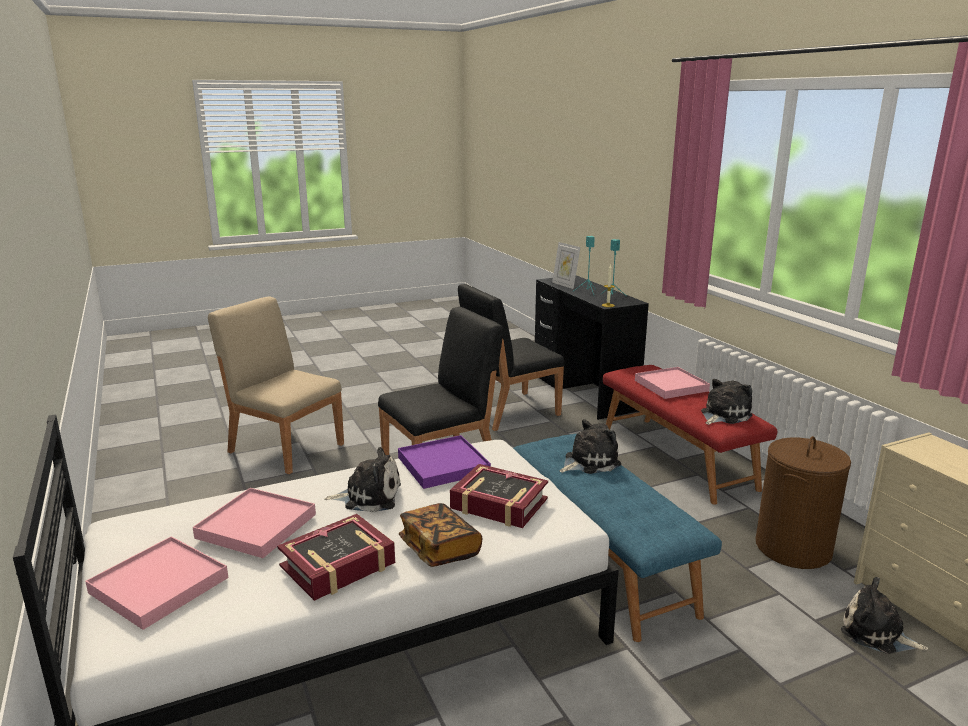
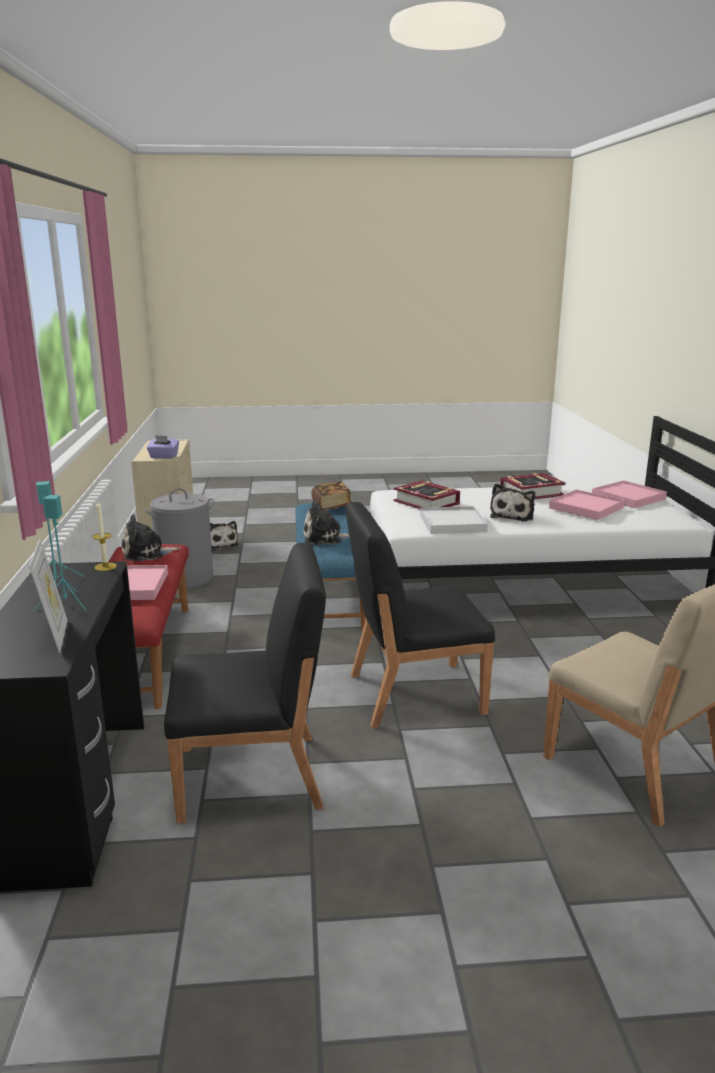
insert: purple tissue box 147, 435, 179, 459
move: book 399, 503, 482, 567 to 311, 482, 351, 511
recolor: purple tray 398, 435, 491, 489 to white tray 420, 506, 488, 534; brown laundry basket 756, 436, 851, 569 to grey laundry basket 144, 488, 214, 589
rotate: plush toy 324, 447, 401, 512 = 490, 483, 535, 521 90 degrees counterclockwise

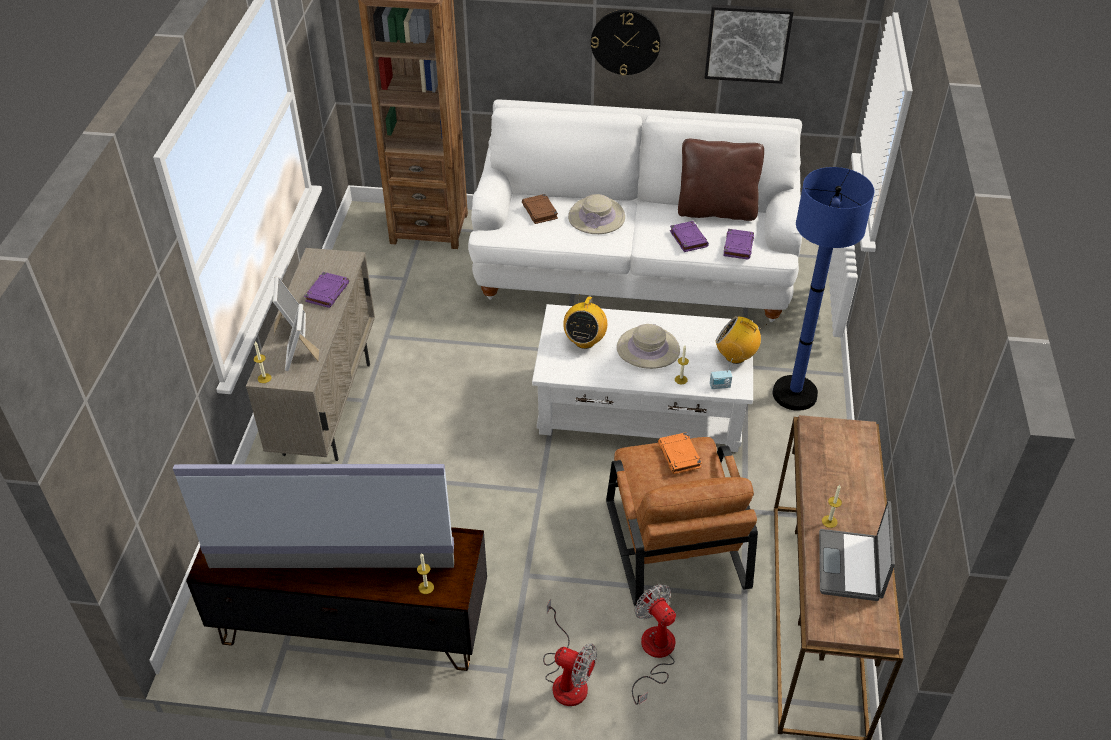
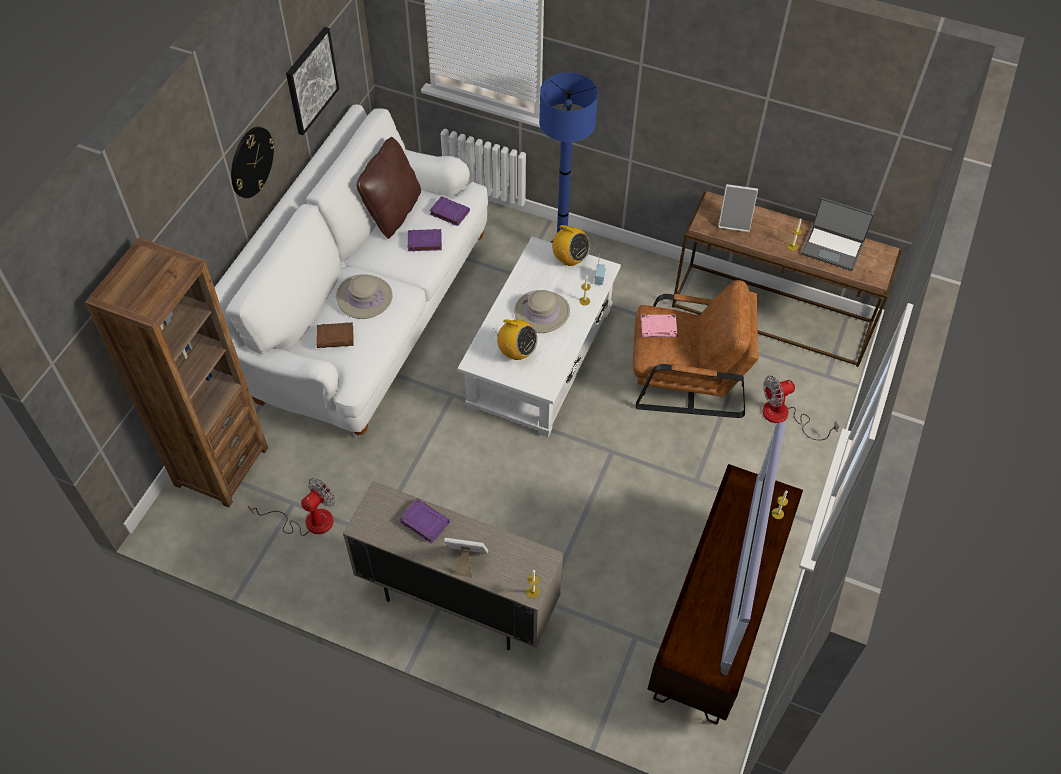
move: picture frame 285, 304, 319, 371 to 718, 184, 758, 232; fan 543, 599, 597, 706 to 248, 478, 335, 536
recolor: orange book 658, 432, 702, 474 to pink book 641, 314, 678, 338
rotate: radio 715, 316, 767, 364 = 551, 225, 590, 266 90 degrees counterclockwise

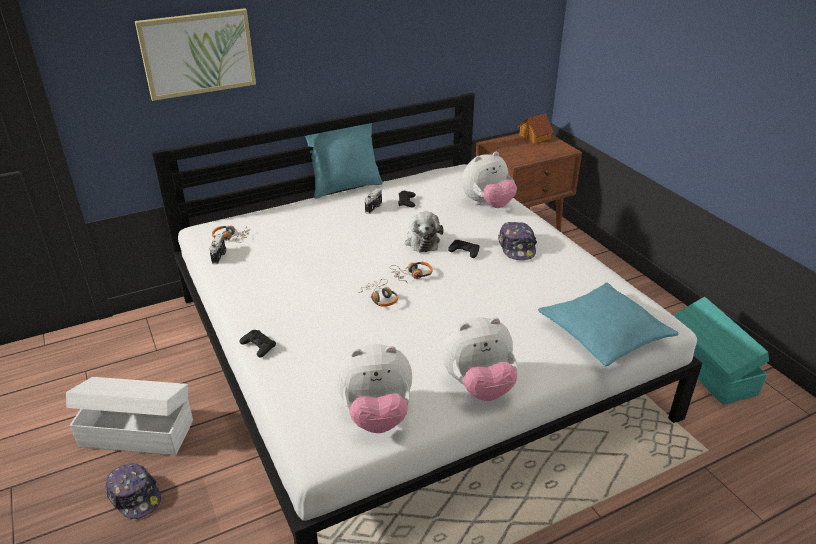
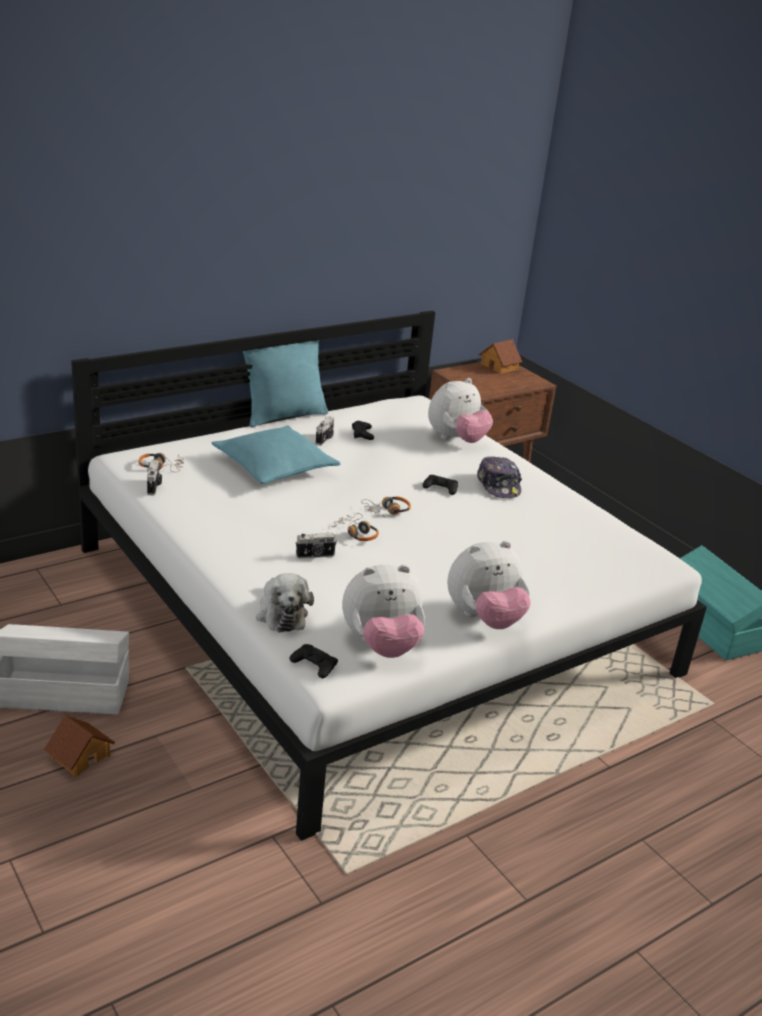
delete: picture 135, 8, 256, 101
insert: photo camera 295, 533, 337, 558
move: black game controller 239, 330, 276, 358 to 290, 644, 338, 678; plush toy 405, 212, 444, 252 to 256, 573, 314, 632; turquoise pillow 538, 283, 678, 366 to 212, 425, 340, 484
replace: cap 106, 463, 161, 519 to toy house 44, 715, 115, 777

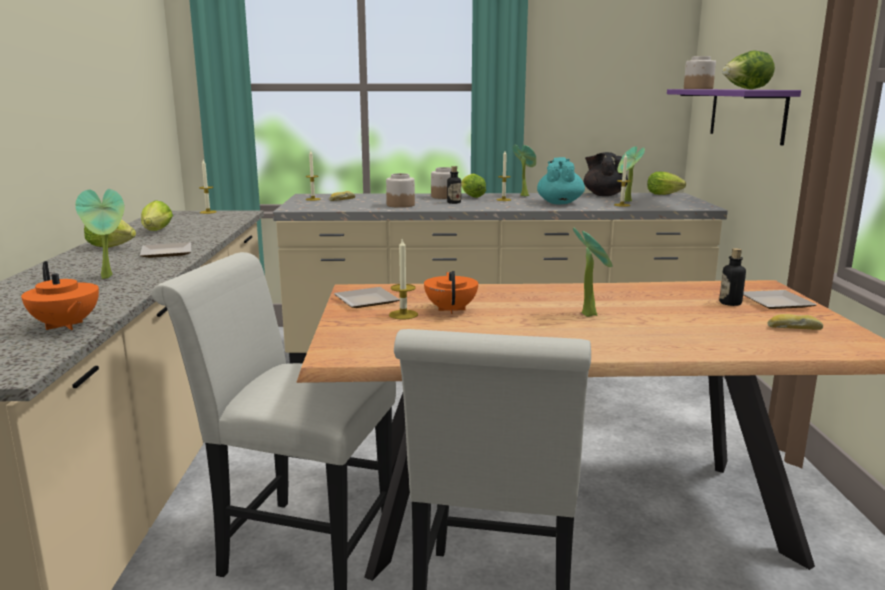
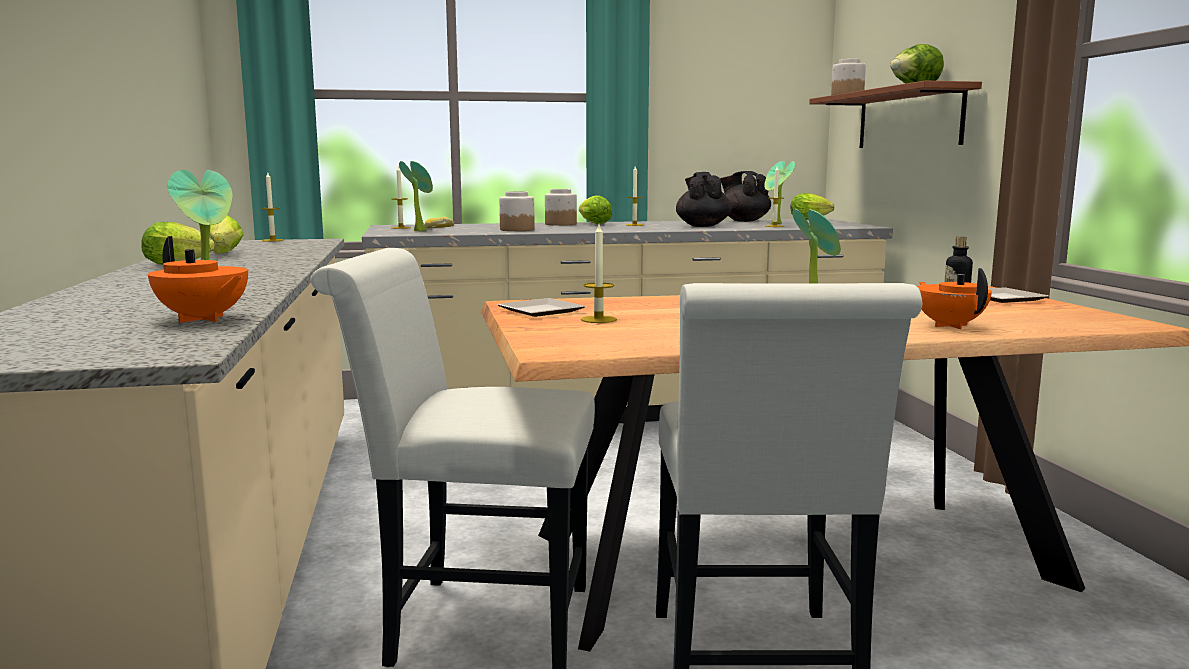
delete: plate 140, 242, 191, 258; bottle 447, 166, 461, 204; bread 767, 314, 823, 330
move: orange teapot 424, 271, 478, 314 to 917, 268, 992, 329; potted plant 512, 144, 536, 197 to 399, 161, 433, 232
recolor: turquoise teapot 537, 157, 585, 204 to black teapot 676, 172, 732, 227; purple shelf 667, 89, 801, 145 to brown shelf 809, 81, 982, 148

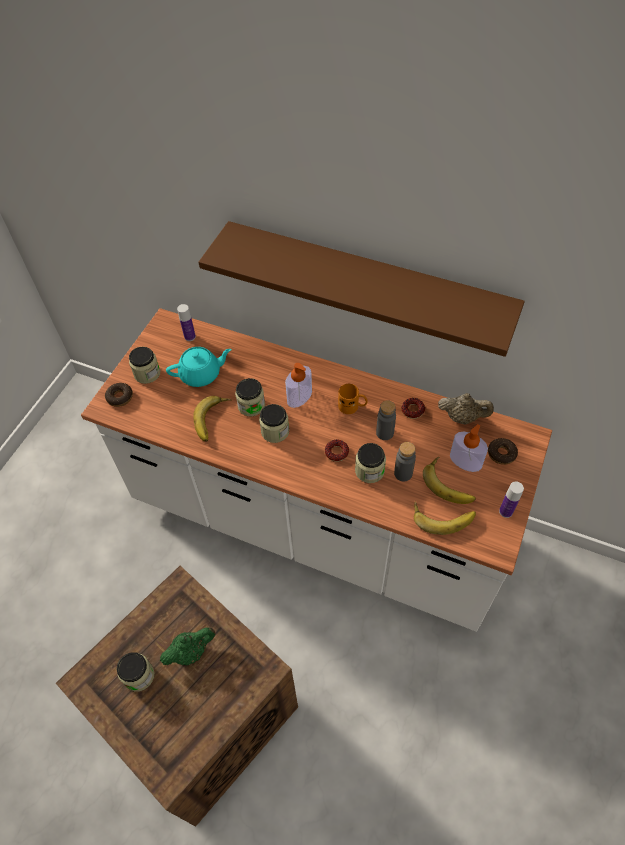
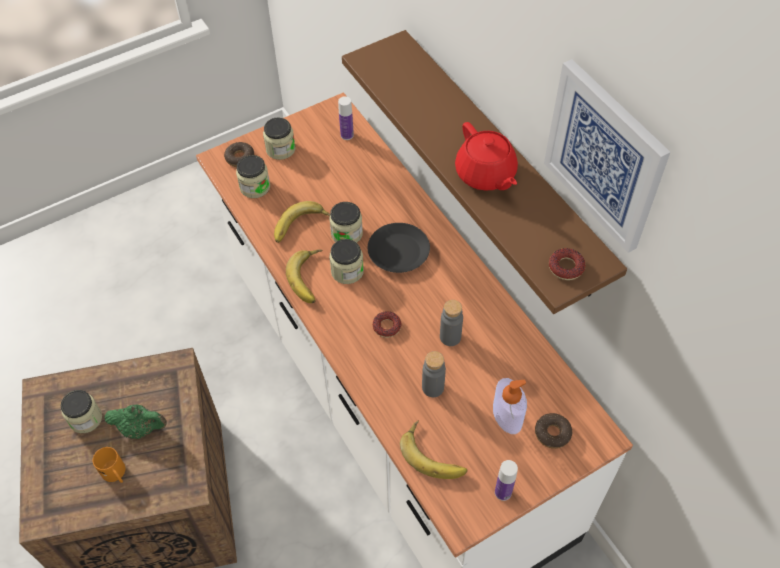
delete: turquoise teapot 166, 347, 232, 387; beige teapot 438, 393, 494, 425
insert: red teapot 455, 122, 518, 191; picture 544, 59, 671, 253
move: orange mug 338, 384, 368, 414 to 93, 447, 126, 483; jar 355, 443, 386, 483 to 236, 155, 270, 198; donut 401, 398, 425, 419 to 549, 248, 585, 280; banana 423, 457, 476, 504 to 286, 249, 323, 303
replace: soap dispenser 285, 363, 312, 408 to black plate 368, 223, 430, 273

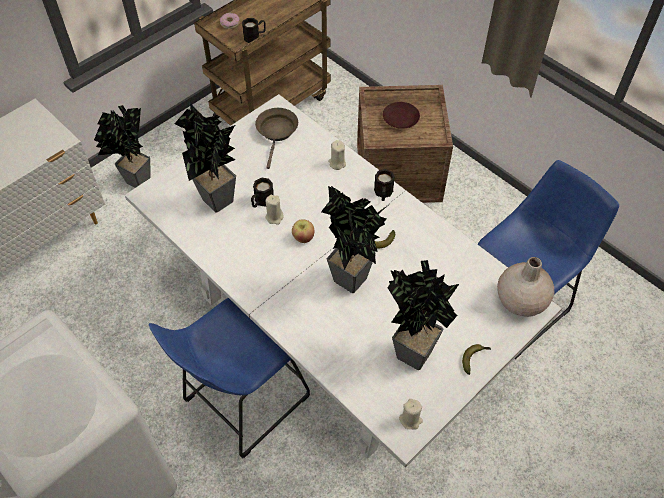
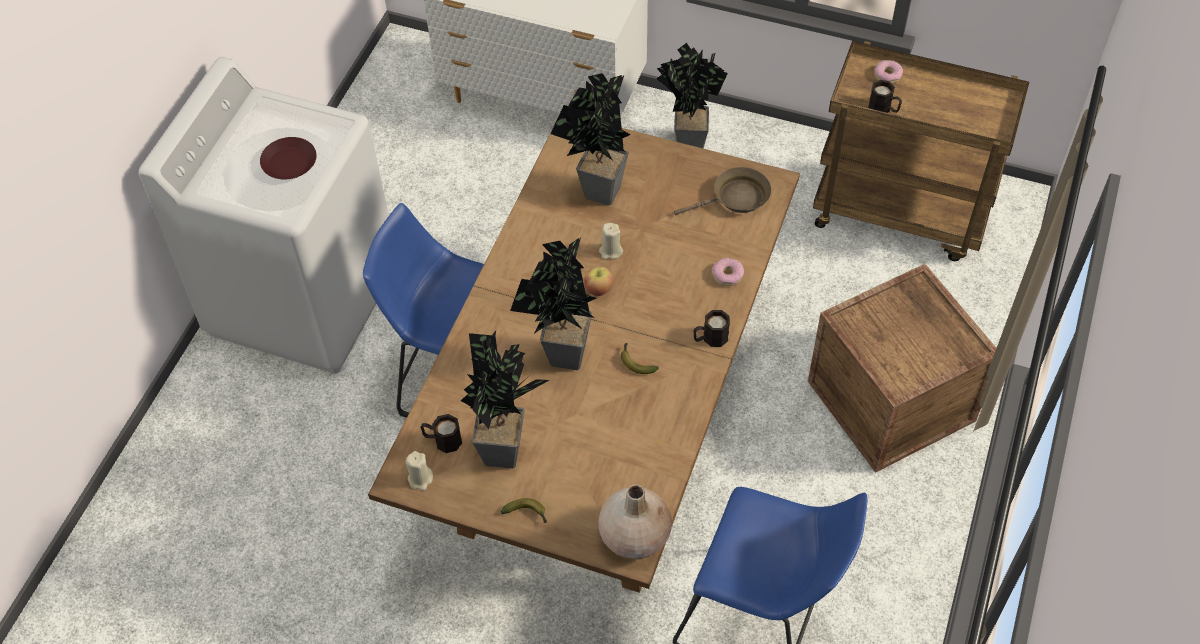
move: black mug 251, 178, 274, 208 to 421, 414, 462, 453; brown plate 383, 102, 420, 129 to 260, 137, 317, 179
replace: beige candle 328, 140, 346, 170 to donut 712, 258, 744, 286
recolor: white dining table 125, 94, 562, 468 to brown dining table 368, 128, 800, 593

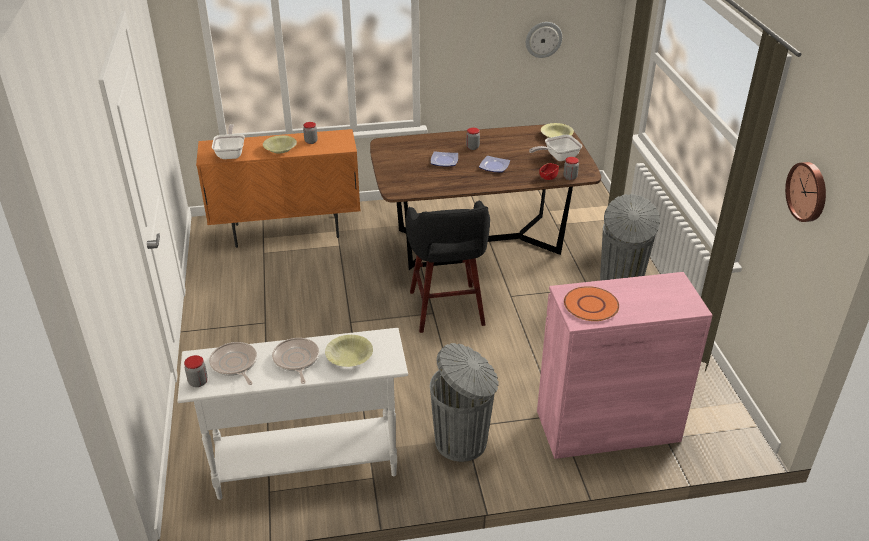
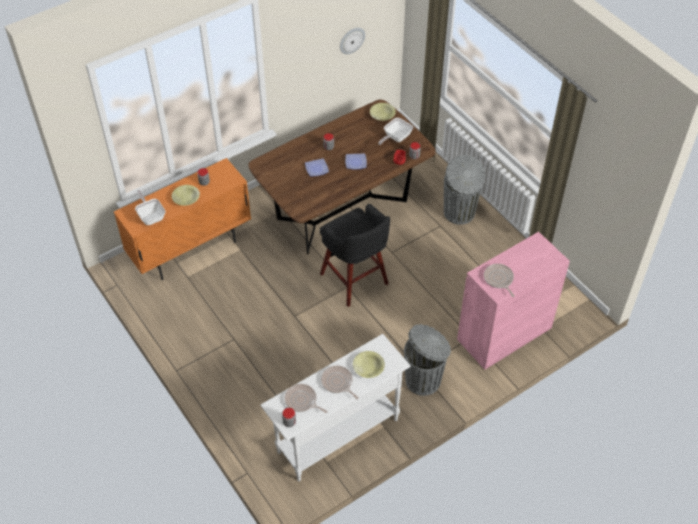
delete: wall clock 785, 162, 826, 222
replace: orange plate 564, 286, 619, 321 to frying pan 484, 264, 515, 297

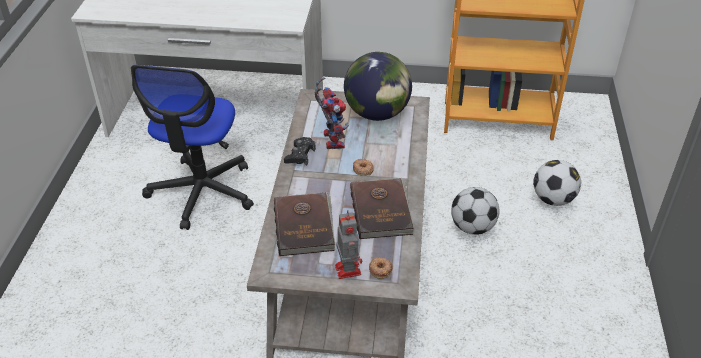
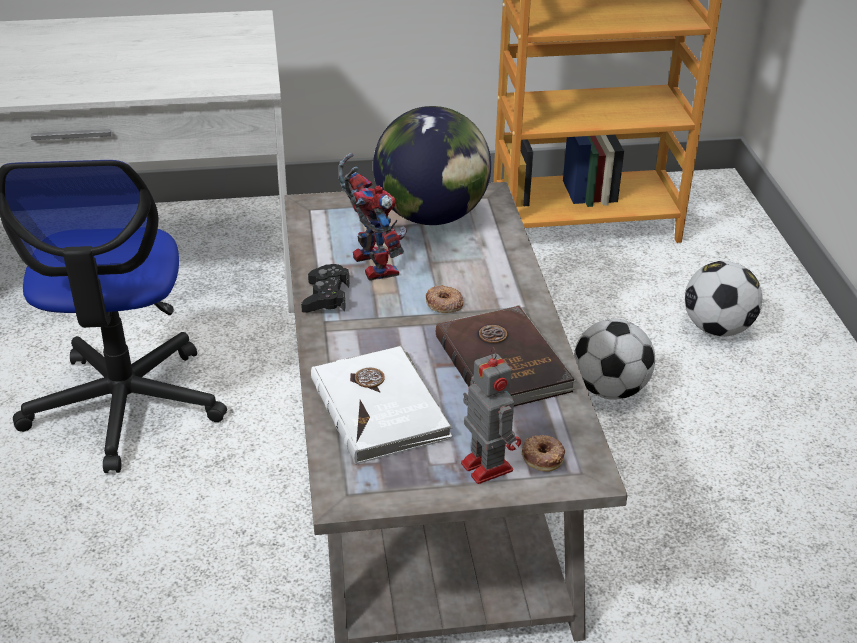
recolor: brown book 274, 192, 336, 256 to white book 311, 345, 452, 465

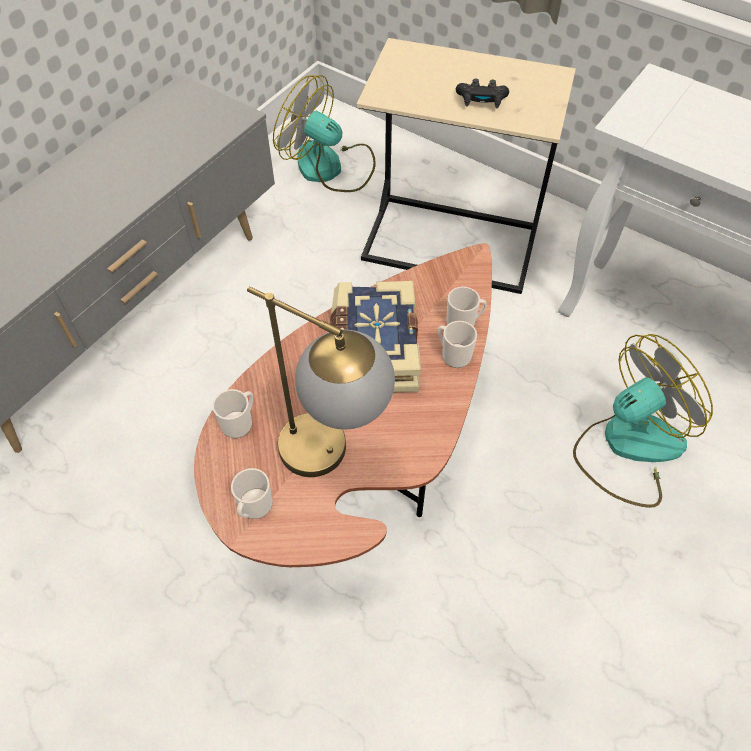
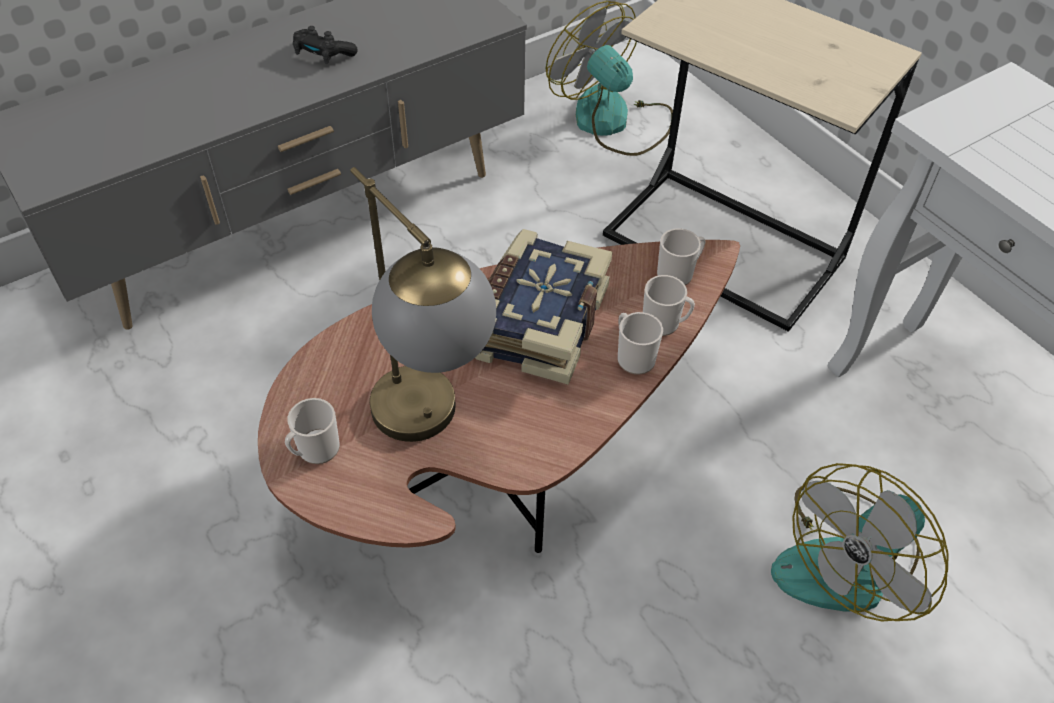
move: mug 212, 389, 253, 438 to 657, 228, 706, 285; black game controller 456, 78, 509, 109 to 293, 26, 358, 64
rotate: fan 573, 334, 713, 508 = 771, 463, 949, 621 150 degrees clockwise

